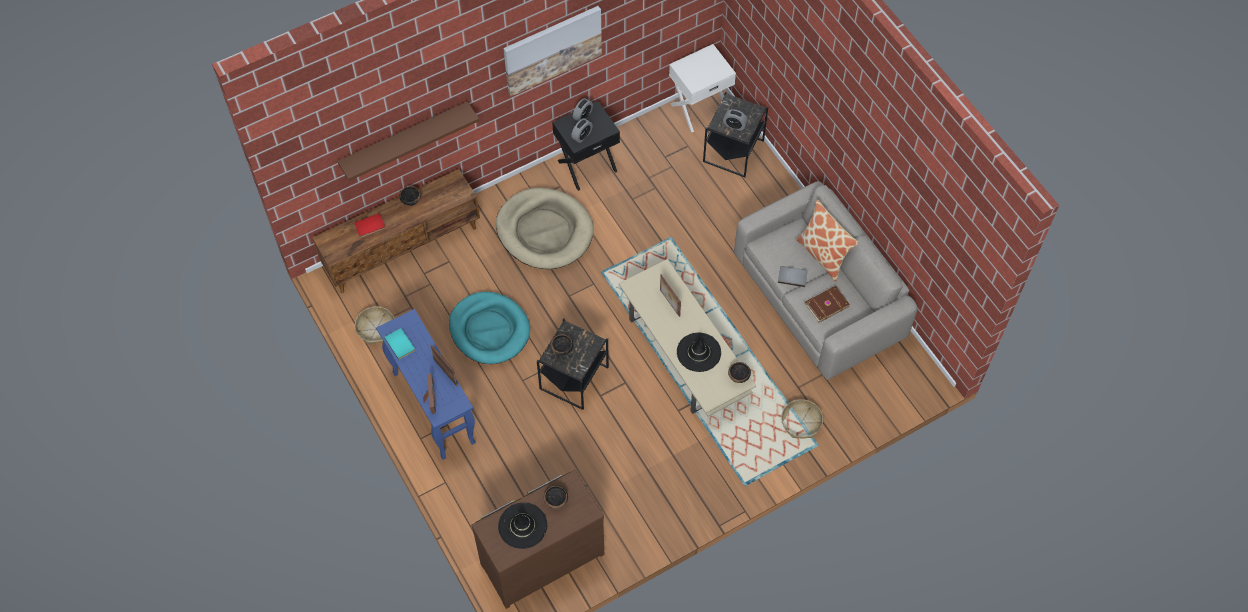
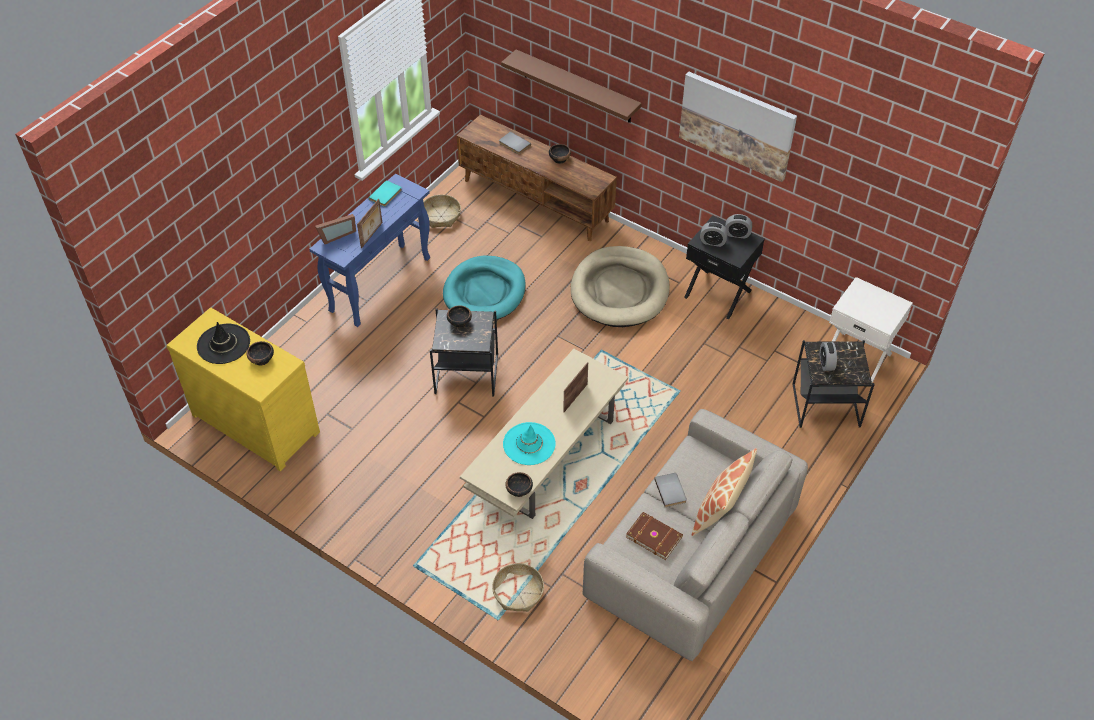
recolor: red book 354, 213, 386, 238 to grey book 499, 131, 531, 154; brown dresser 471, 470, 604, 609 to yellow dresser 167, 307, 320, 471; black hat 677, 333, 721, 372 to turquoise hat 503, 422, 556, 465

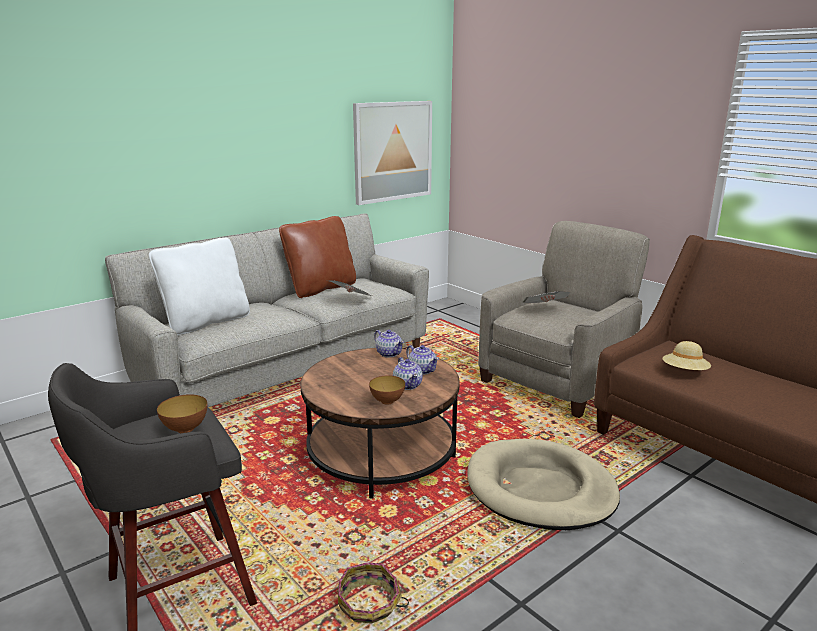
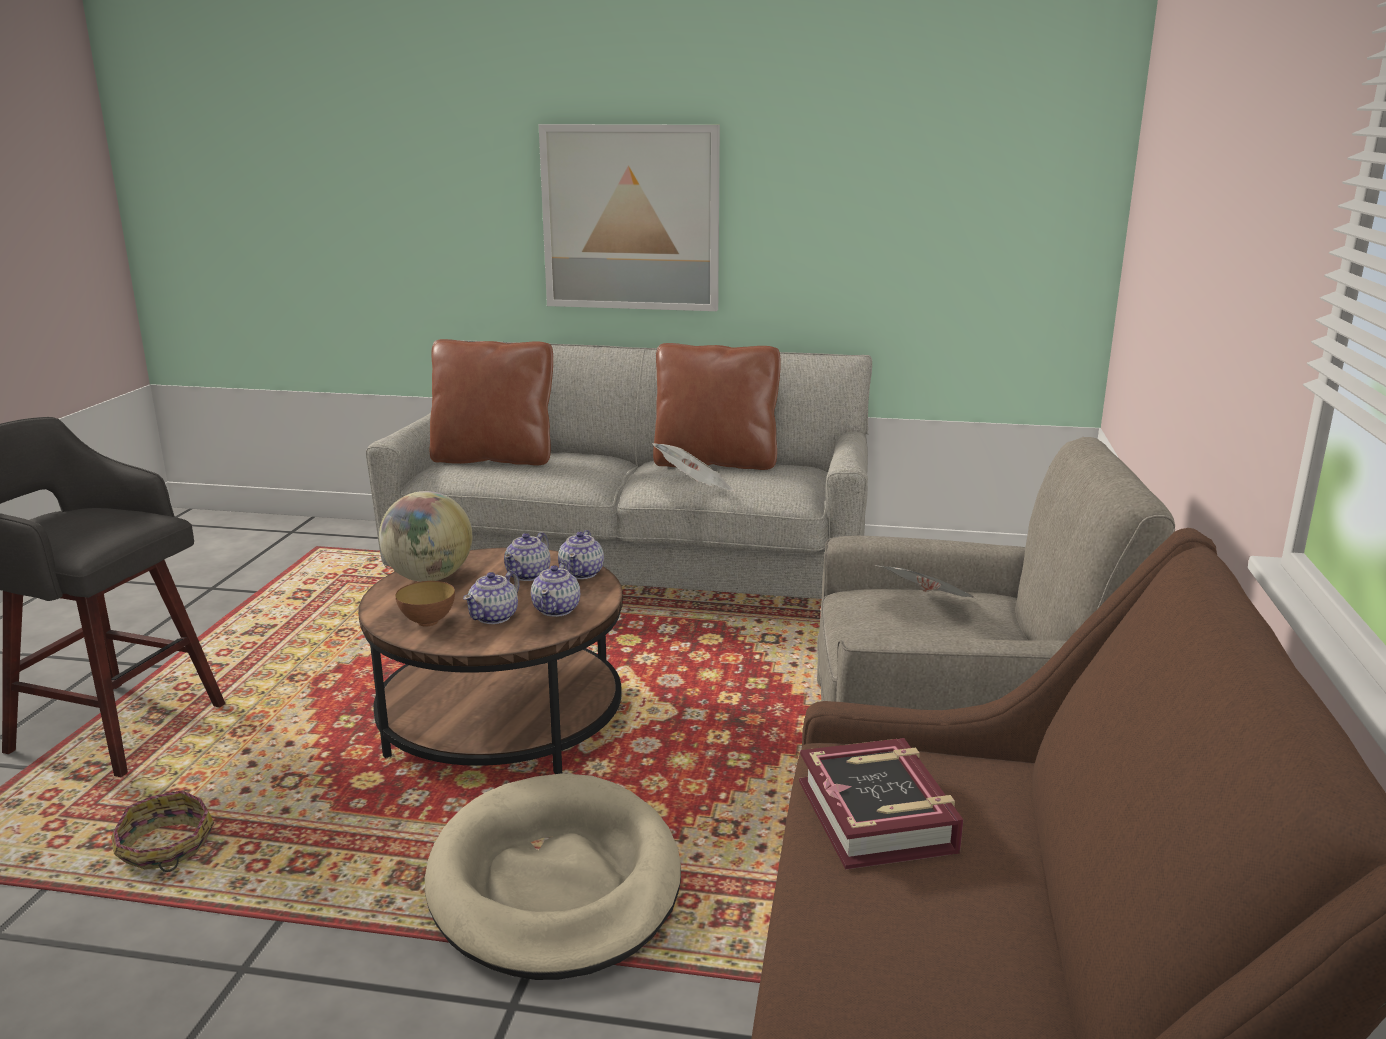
delete: bowl 157, 394, 208, 433
insert: globe 379, 491, 472, 582; teapot 504, 532, 550, 581
move: picture 353, 101, 432, 205 to 539, 124, 720, 311
replace: beige hat 663, 341, 711, 370 to book 799, 738, 963, 870
recolor: white pillow 149, 237, 250, 336 to brown pillow 430, 339, 553, 466

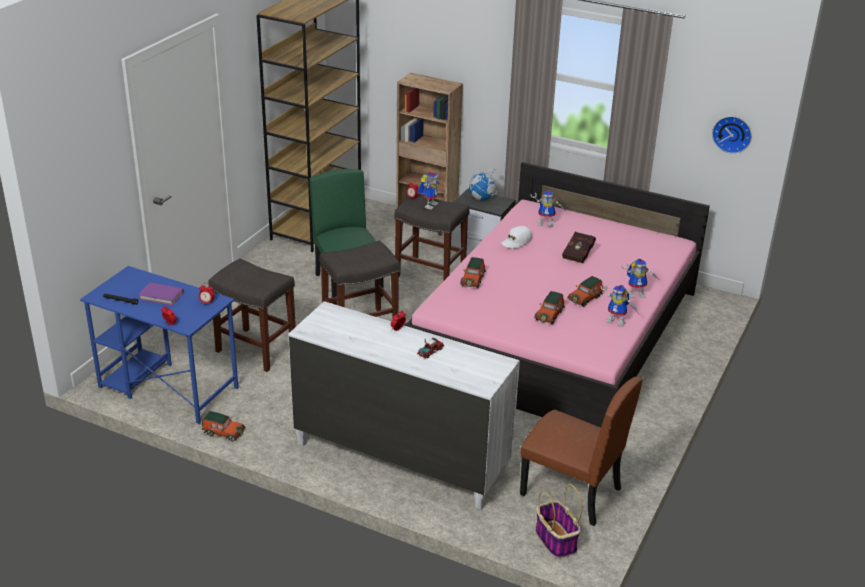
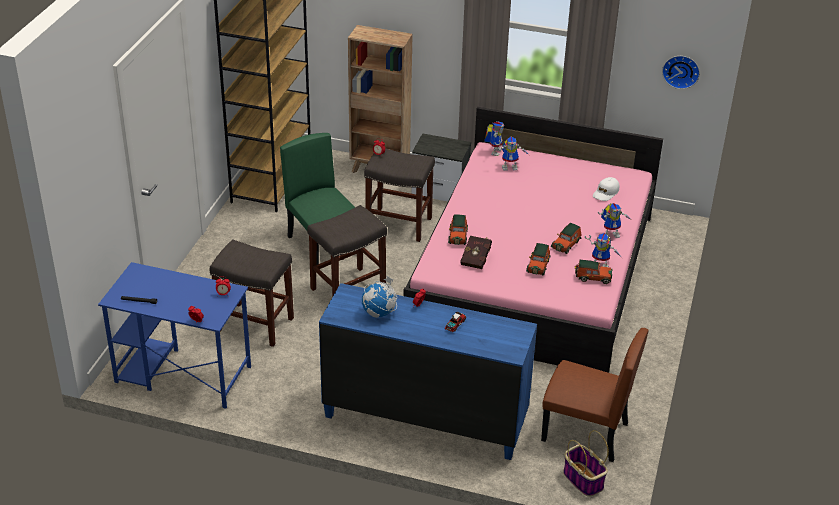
delete: purple book 138, 282, 184, 306
move: toy car 202, 411, 245, 441 to 575, 260, 613, 284; toy robot 418, 172, 439, 210 to 484, 121, 504, 156; globe 469, 166, 497, 201 to 362, 275, 397, 318; white cap 501, 226, 532, 249 to 593, 177, 619, 201; red book 562, 232, 596, 263 to 460, 236, 492, 269
recolor: white dresser 288, 301, 520, 510 to blue dresser 319, 283, 537, 460

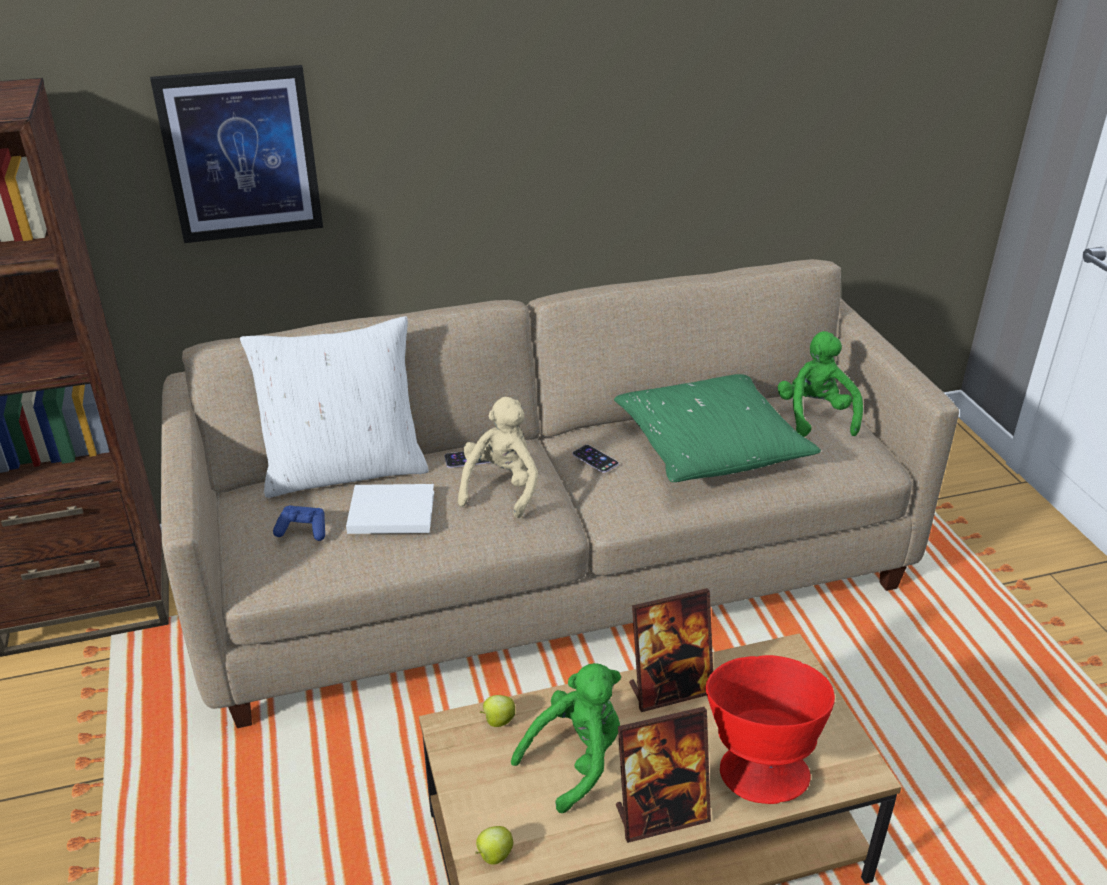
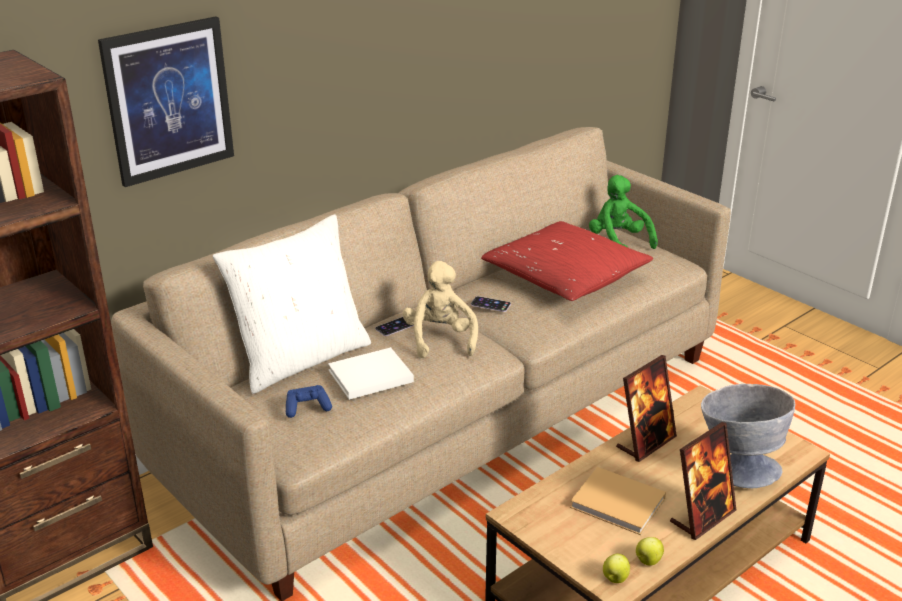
move: apple 480, 695, 515, 727 to 636, 537, 664, 566
replace: green plush toy 511, 663, 621, 813 to beige book 570, 467, 666, 535
recolor: green pillow 614, 374, 821, 482 to red pillow 481, 221, 653, 301; red bowl 706, 655, 835, 804 to grey bowl 701, 384, 795, 488

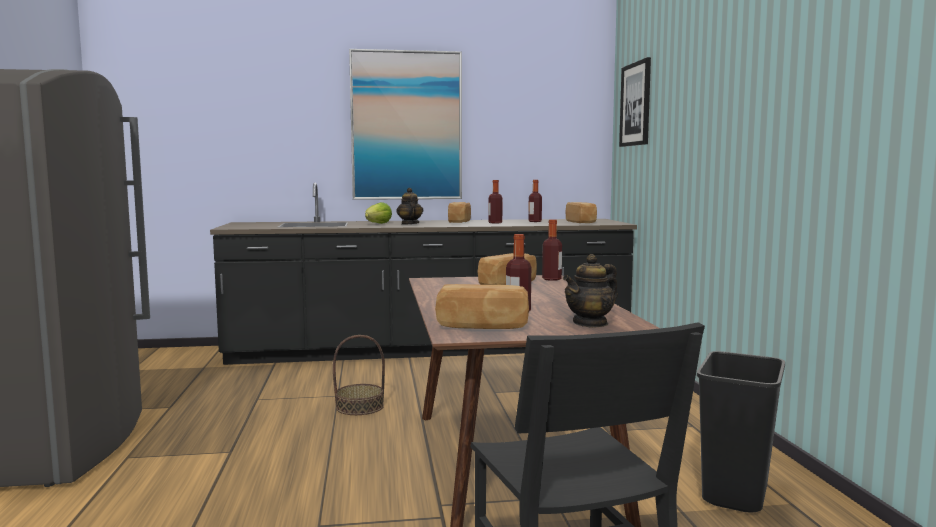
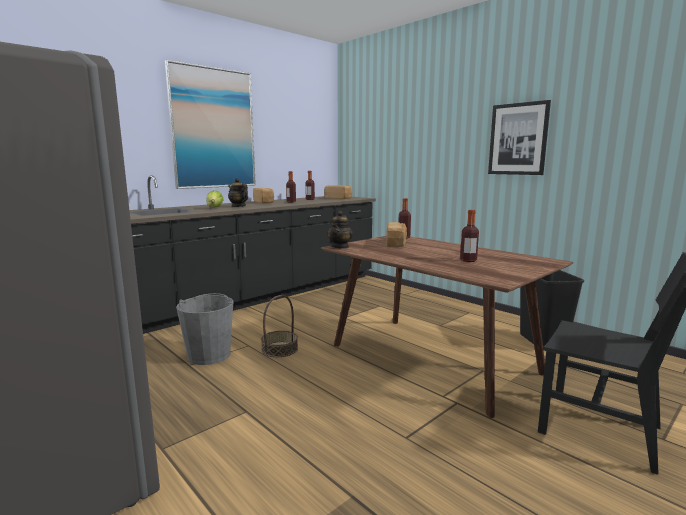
delete: bread 435, 284, 529, 329
insert: grey bucket 176, 293, 233, 365
move: teapot 563, 254, 618, 328 to 327, 211, 353, 249; picture 619, 57, 651, 147 to 488, 100, 551, 175

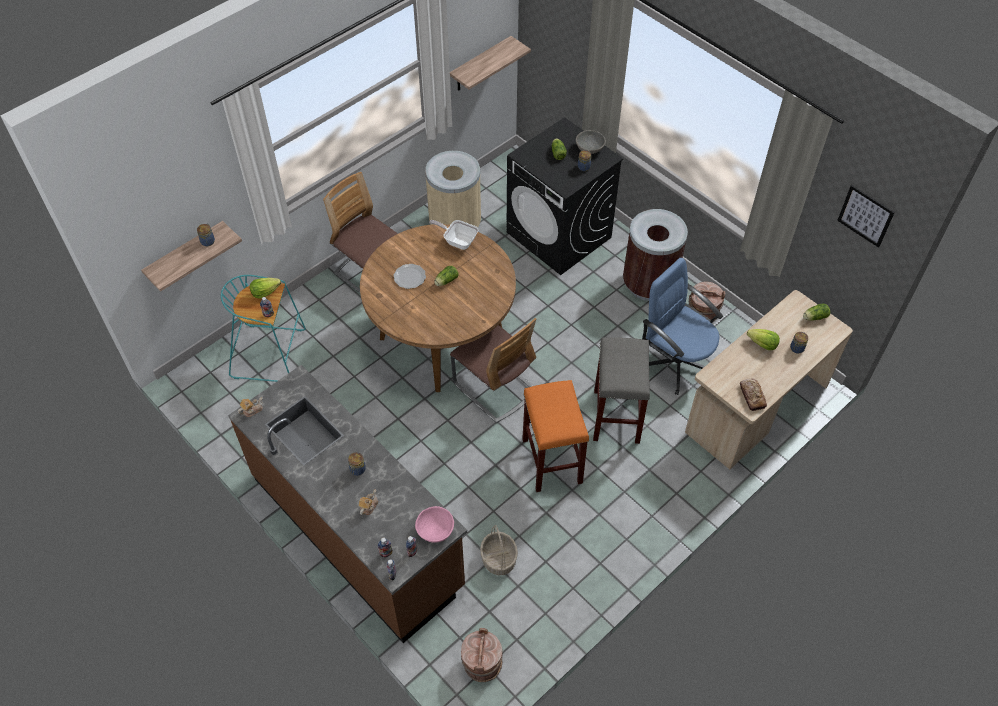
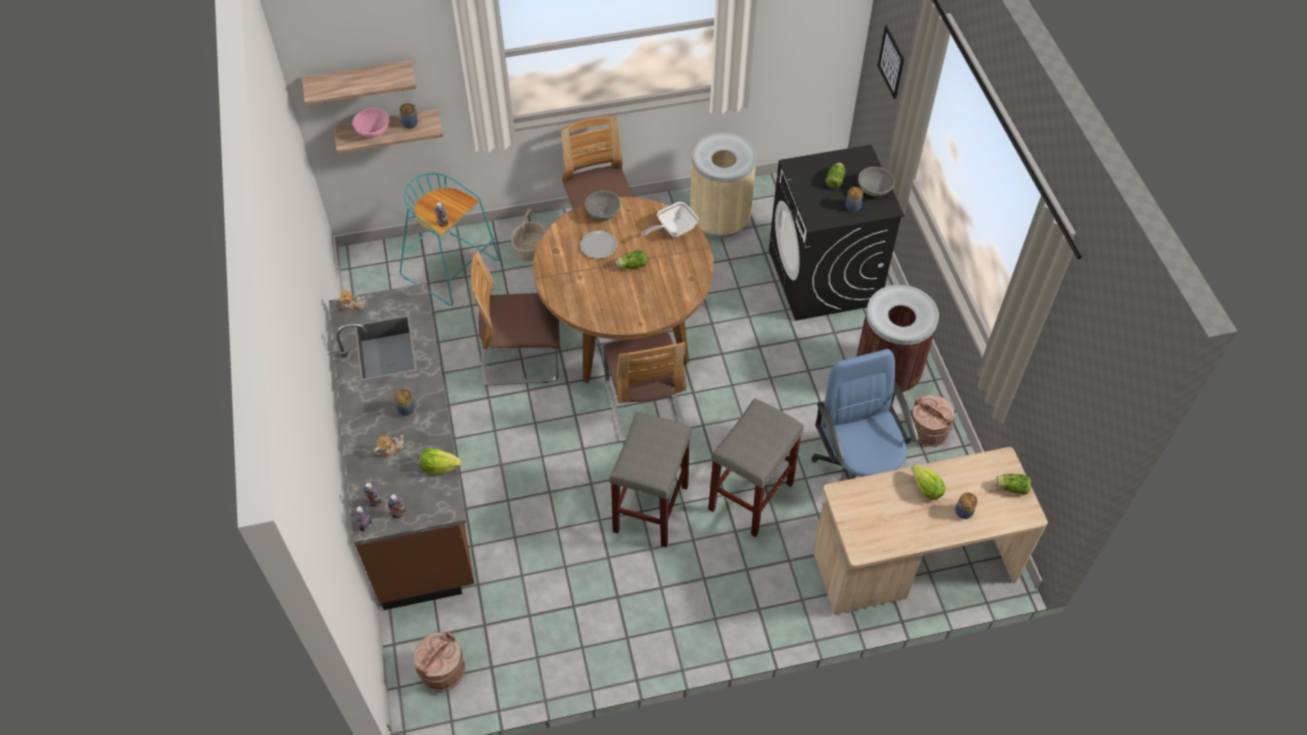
delete: bread 740, 379, 767, 411
insert: chair 471, 250, 560, 386; grey bowl 585, 191, 621, 221
move: lettuce 250, 278, 281, 299 to 419, 448, 462, 474; pink bowl 415, 506, 454, 543 to 352, 108, 389, 138; shelf 450, 36, 531, 91 to 302, 60, 416, 105; basket 480, 525, 518, 575 to 511, 209, 546, 261; picture 837, 185, 895, 248 to 878, 26, 904, 99
recolor: orange stool 522, 380, 589, 492 to grey stool 609, 412, 691, 547
rotate: frying pan 429, 220, 478, 250 = 642, 202, 699, 237 90 degrees counterclockwise

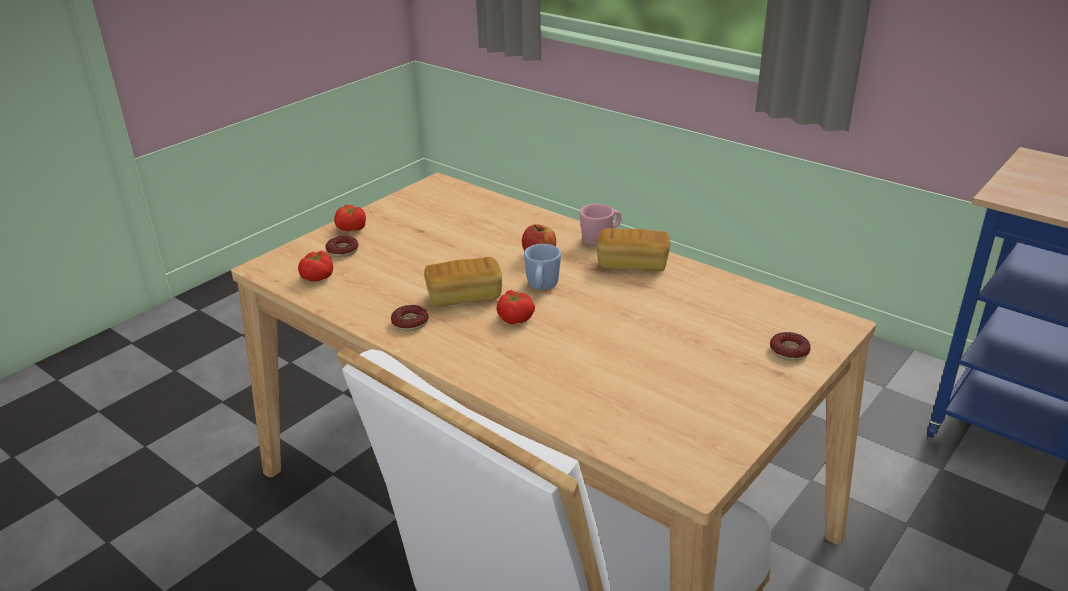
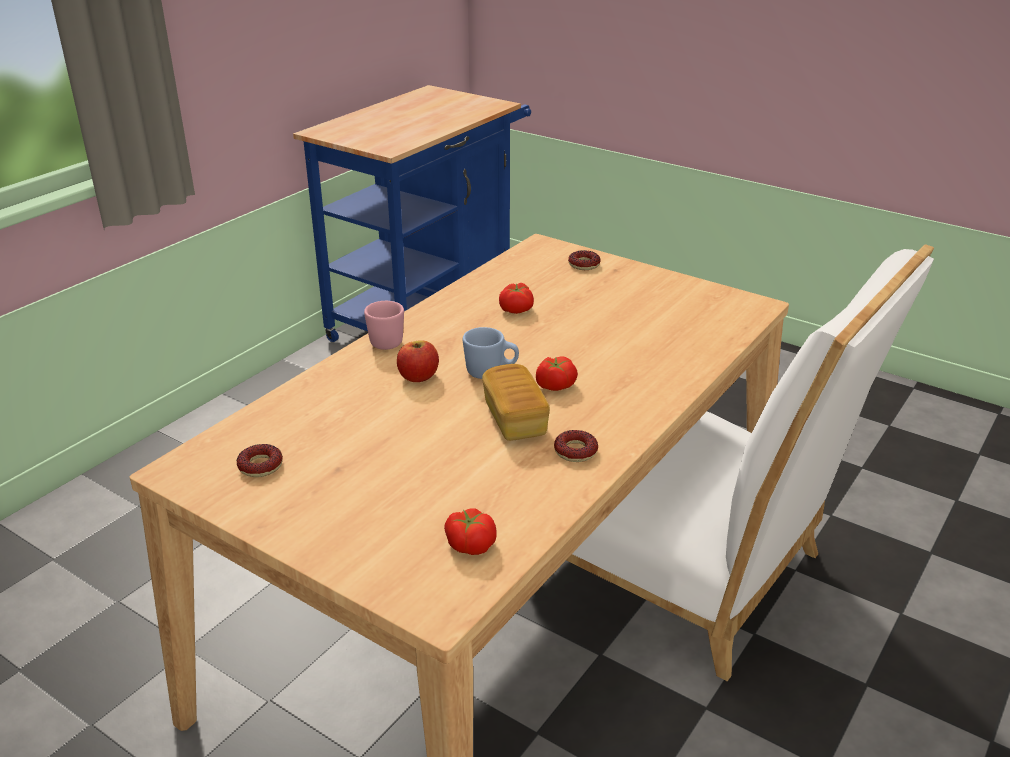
delete: bread 597, 228, 670, 271
move: donut 325, 236, 359, 257 to 237, 444, 283, 477; tomato 334, 205, 366, 231 to 499, 283, 534, 314

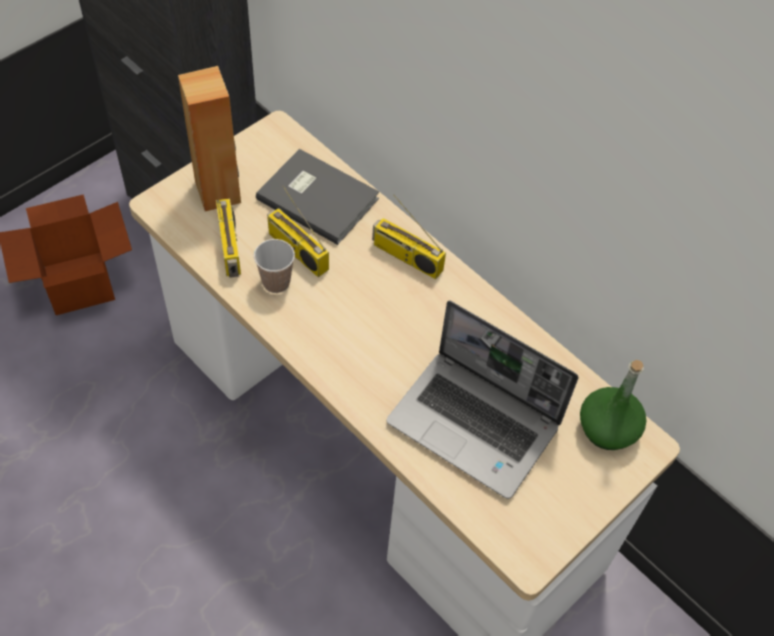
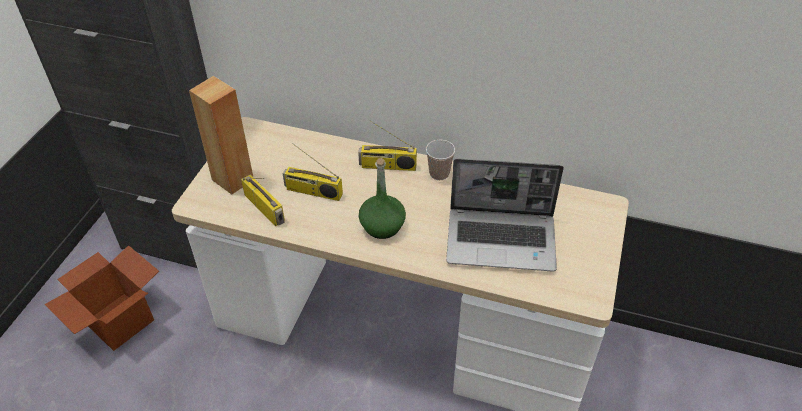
delete: grey book 256, 149, 379, 245
move: cup 254, 239, 295, 293 to 426, 140, 455, 180; green bottle 580, 360, 646, 450 to 359, 158, 406, 239

